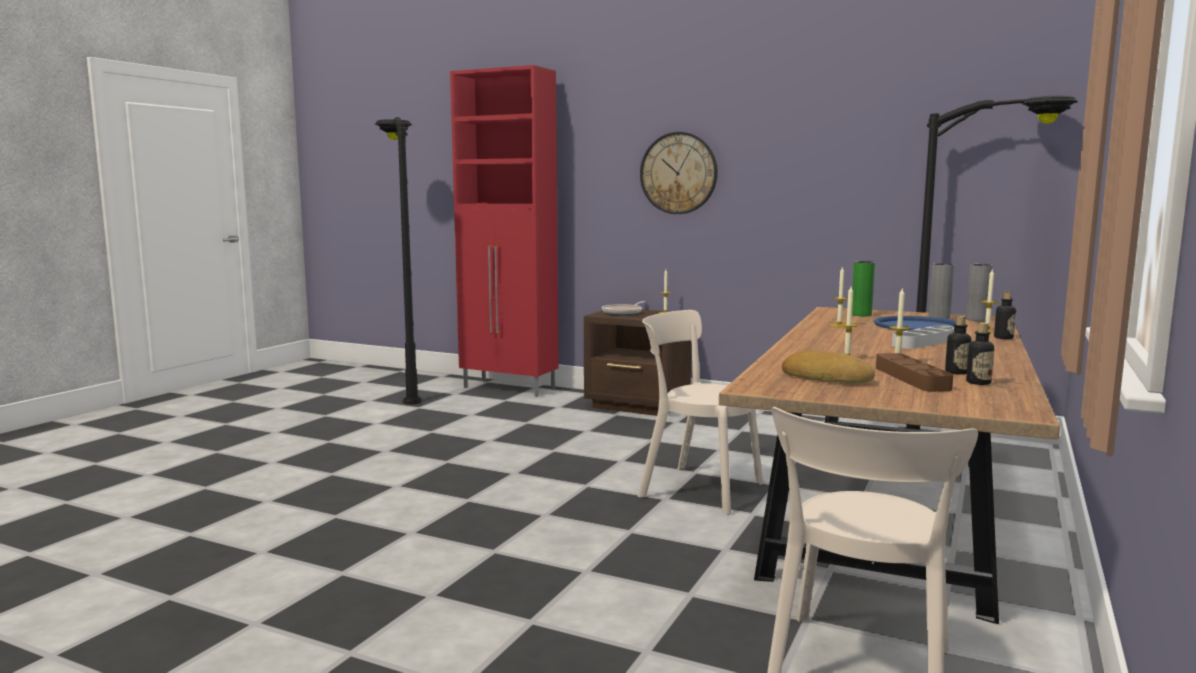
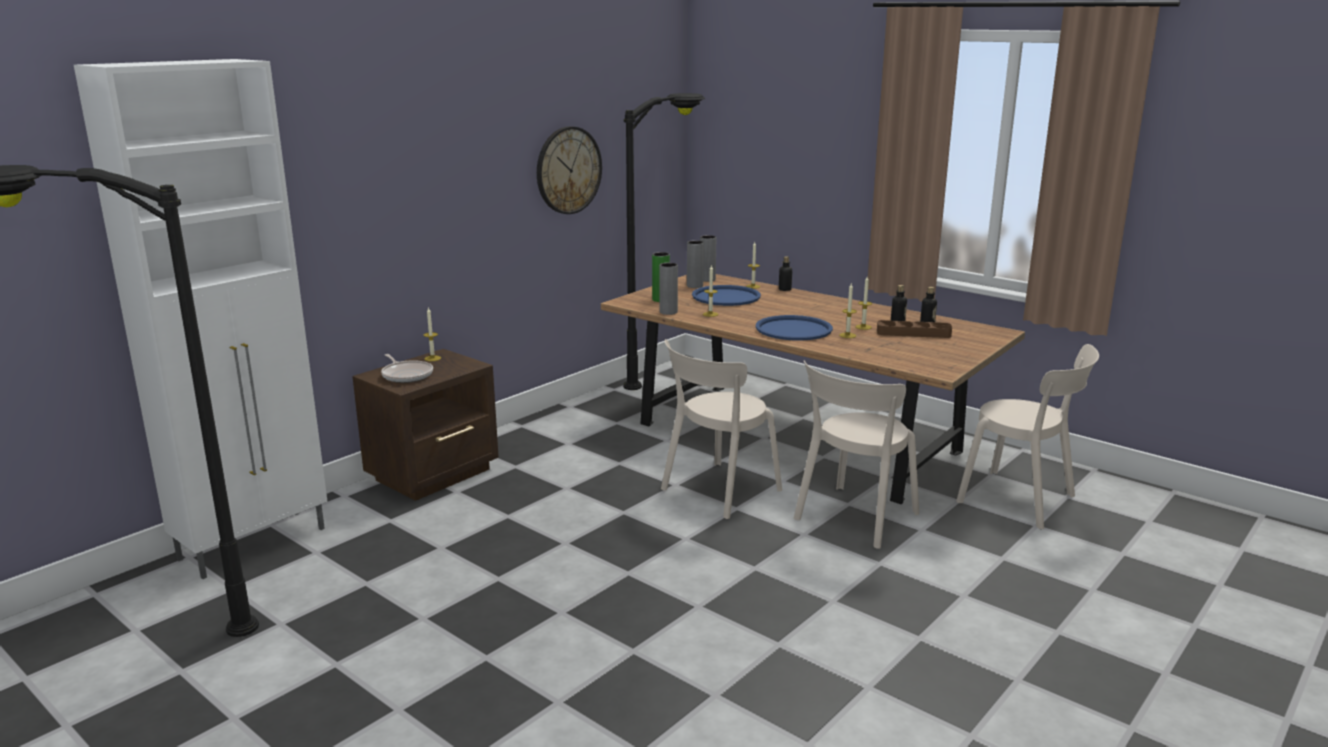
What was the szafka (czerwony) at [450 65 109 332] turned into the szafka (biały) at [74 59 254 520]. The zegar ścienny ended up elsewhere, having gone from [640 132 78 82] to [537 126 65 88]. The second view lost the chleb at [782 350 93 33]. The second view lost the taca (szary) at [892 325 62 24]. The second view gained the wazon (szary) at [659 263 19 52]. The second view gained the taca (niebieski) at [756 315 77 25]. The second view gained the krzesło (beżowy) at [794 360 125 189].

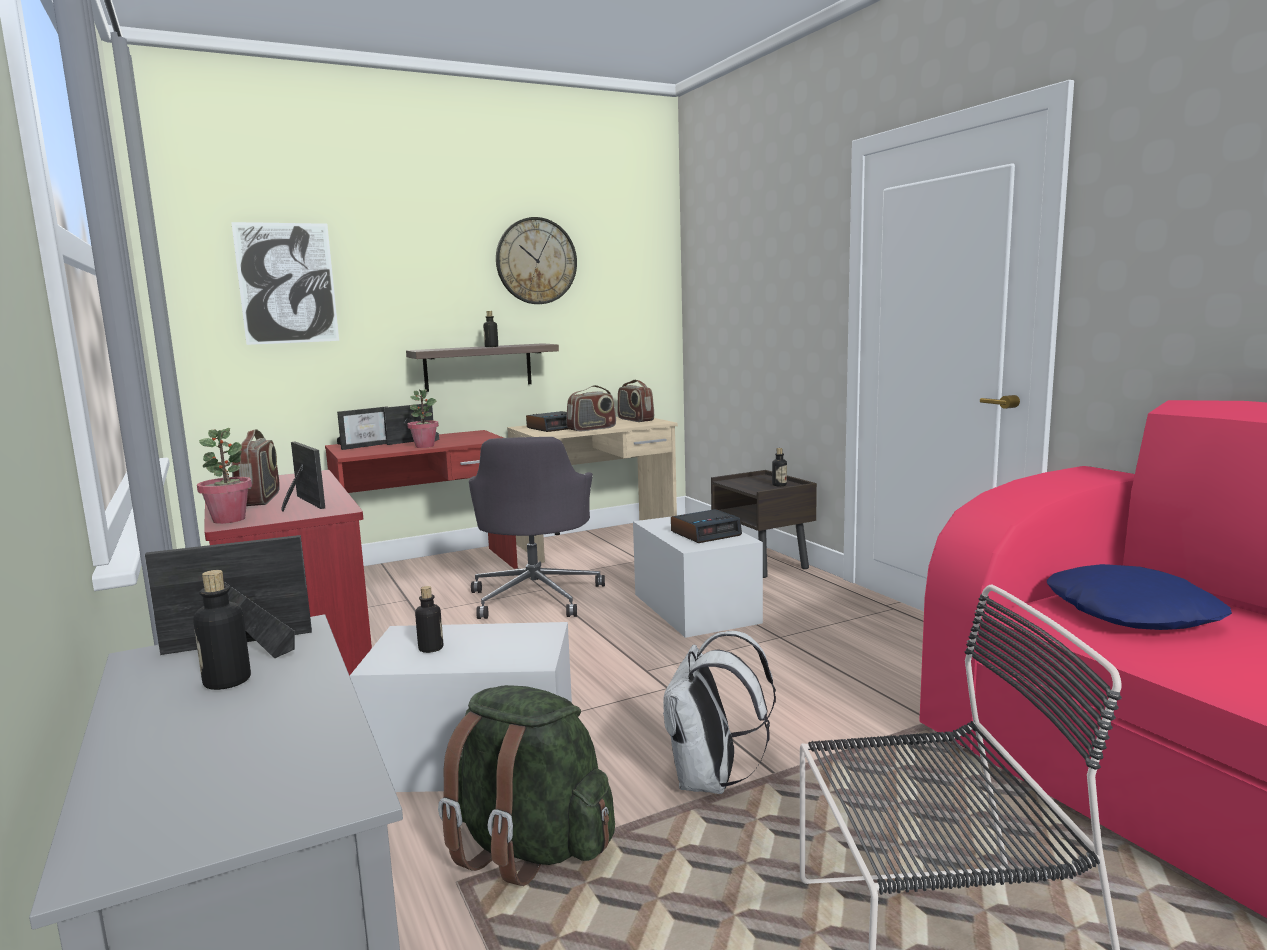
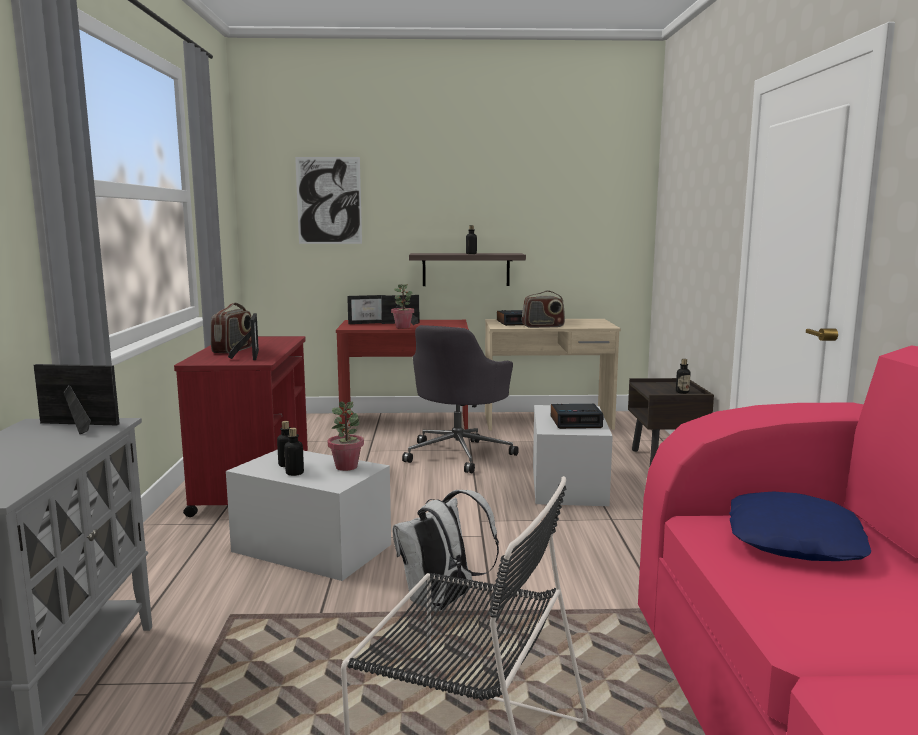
The butelka ended up elsewhere, having gone from [194 570 57 120] to [284 428 20 48]. The roślina doniczkowa ended up elsewhere, having gone from [197 428 55 96] to [328 402 36 69]. The second view lost the plecak (zielony) at [438 685 177 201]. The second view lost the zegar ścienny at [496 217 81 87]. The second view lost the radio at [617 380 37 42].

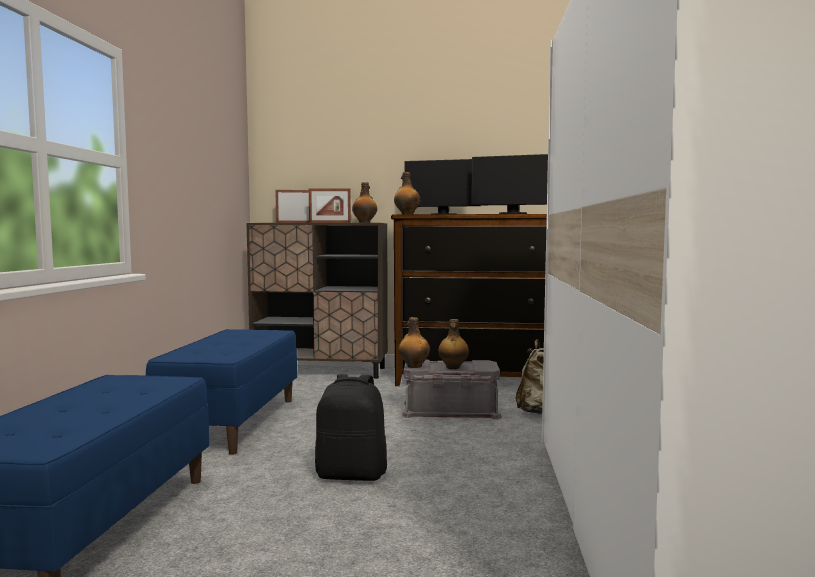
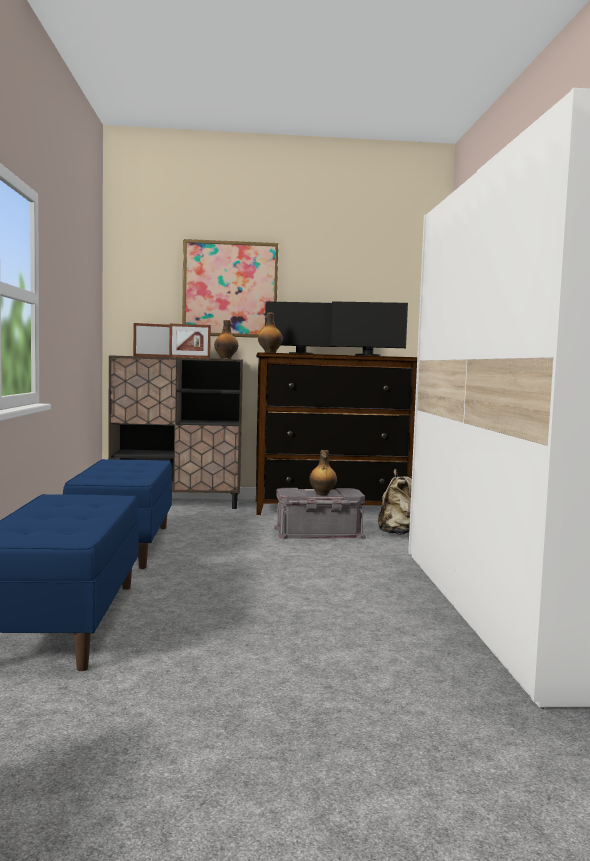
The second view lost the plecak (czarny) at [315 374 72 107]. The second view lost the butelka at [399 317 31 51]. The second view gained the obraz at [182 239 97 99].

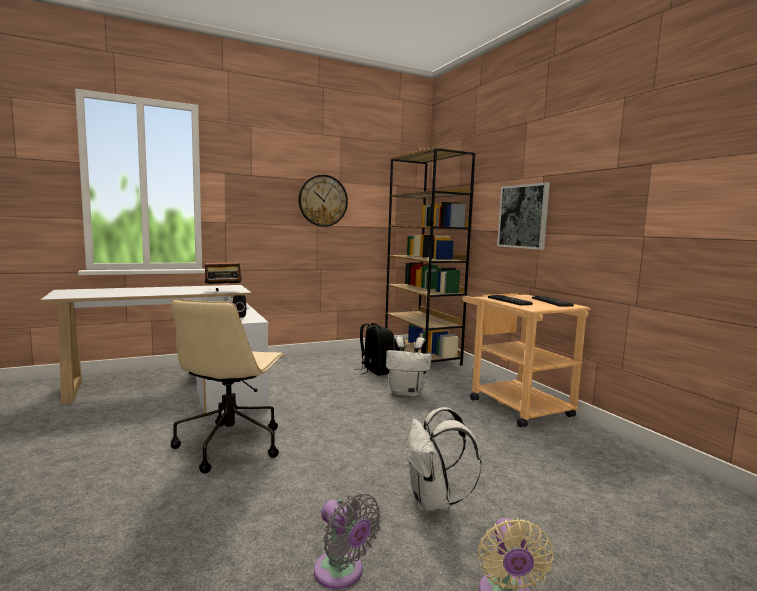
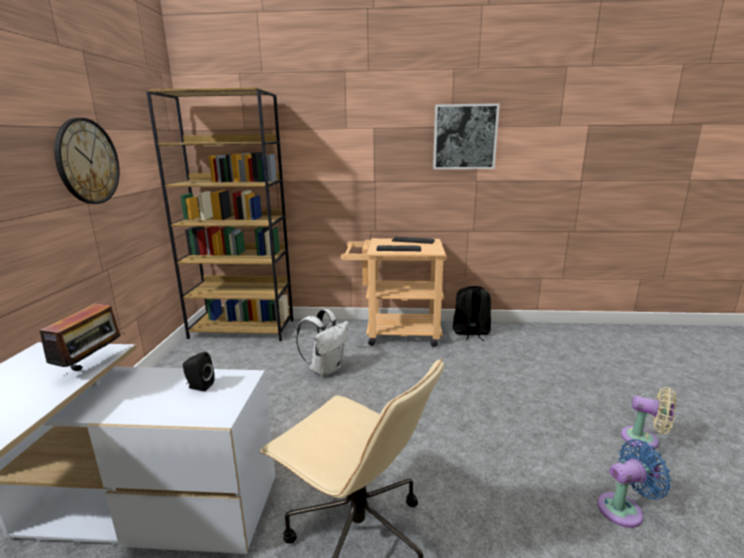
What was the wentylator (szary) at [314 493 68 96] turned into the wentylator (niebieski) at [597 439 75 89]. The plecak (czarny) ended up elsewhere, having gone from [354 323 40 53] to [453 286 38 55]. The second view lost the plecak (biały) at [406 407 75 105]. The obraz ended up elsewhere, having gone from [497 182 53 68] to [433 103 67 66].

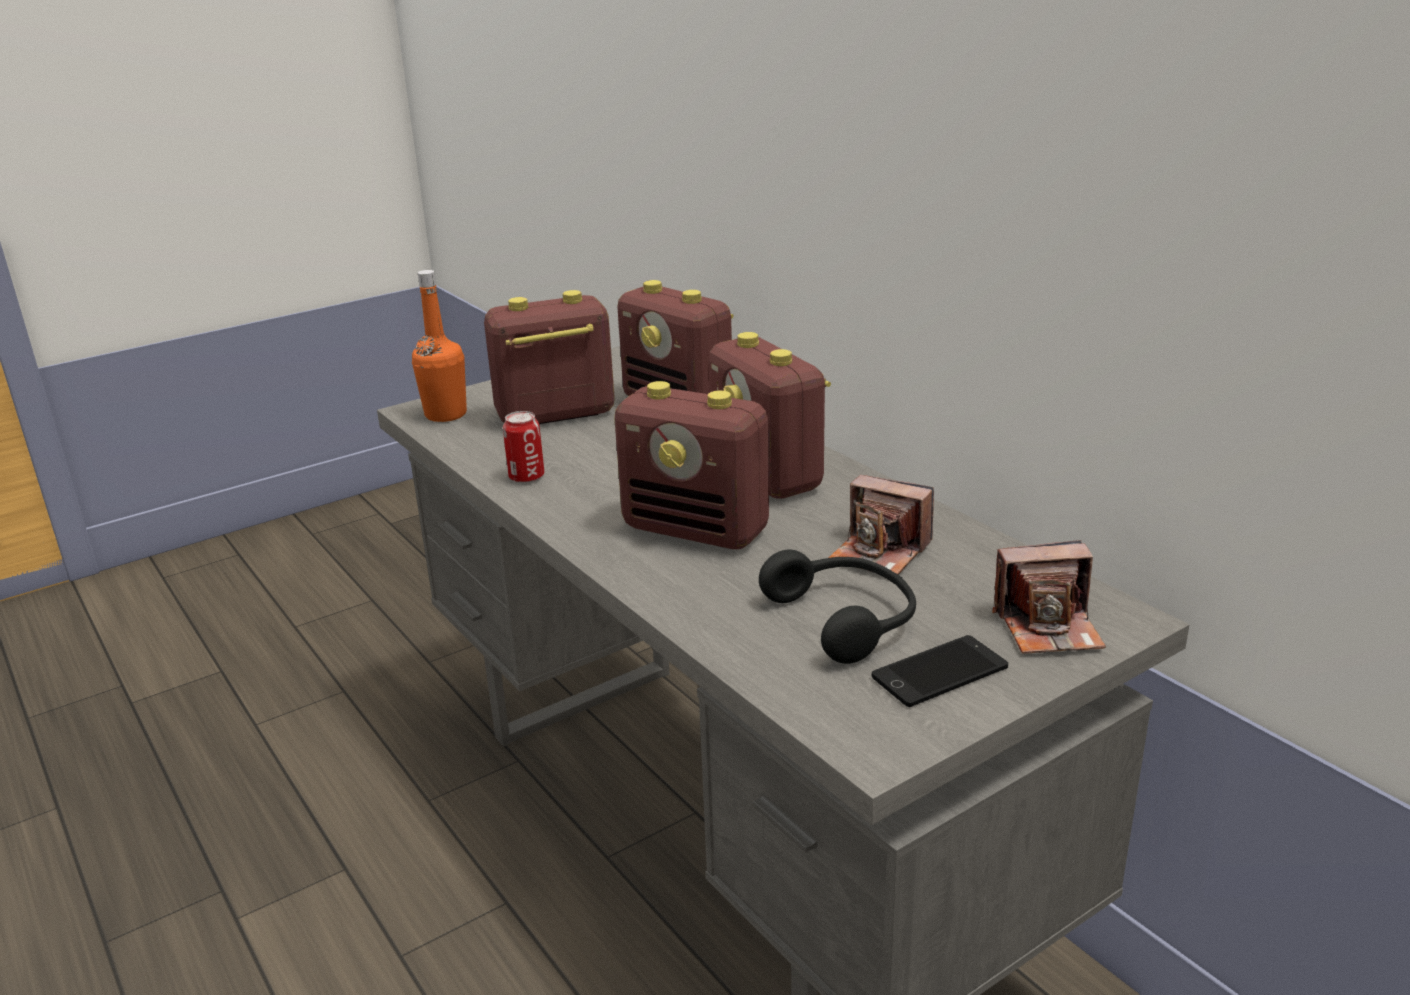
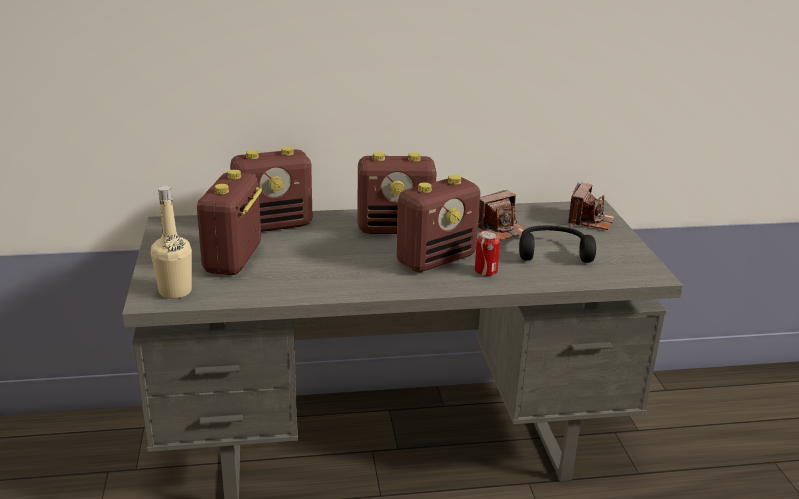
What was the butelka (pomarańczowy) at [412 270 55 152] turned into the butelka (beżowy) at [151 186 41 113]. The puszka ended up elsewhere, having gone from [503 411 41 72] to [475 230 25 46]. The second view lost the telefon at [872 635 136 72].

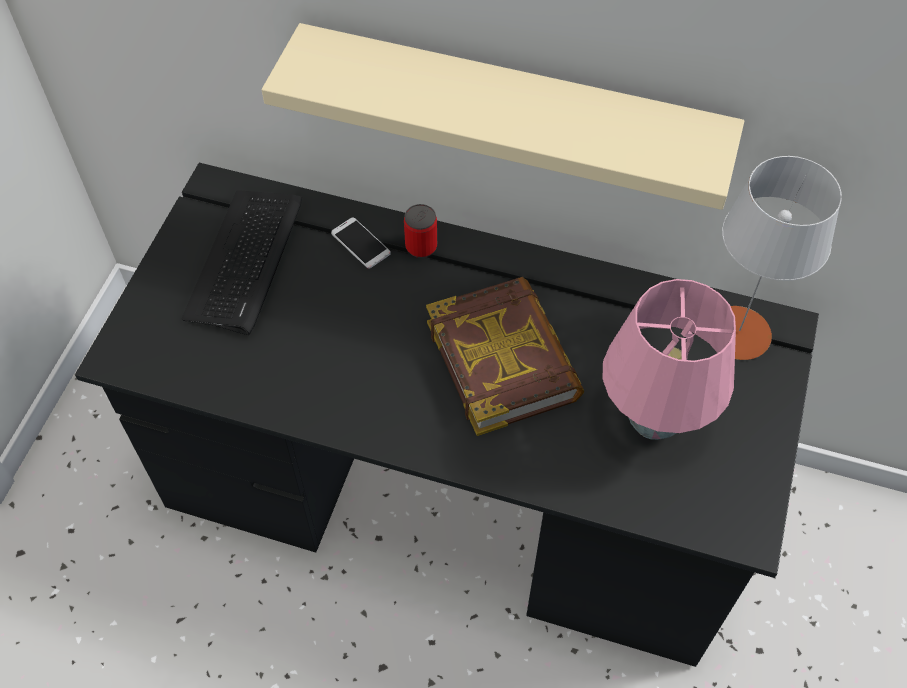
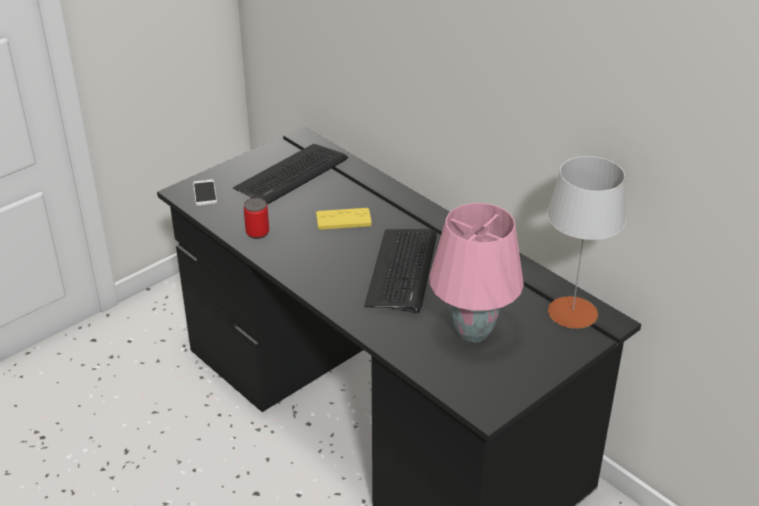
The second view lost the półka (beżowy) at [262 23 482 187]. The telefon ended up elsewhere, having gone from [331 217 60 51] to [193 179 24 27]. The puszka ended up elsewhere, having gone from [404 204 33 54] to [244 198 25 41]. Where the książka stood at [426 277 158 159], the klawiatura came to stand at [364 229 73 84]. The second view gained the pad do gier (żółty) at [316 208 56 22].

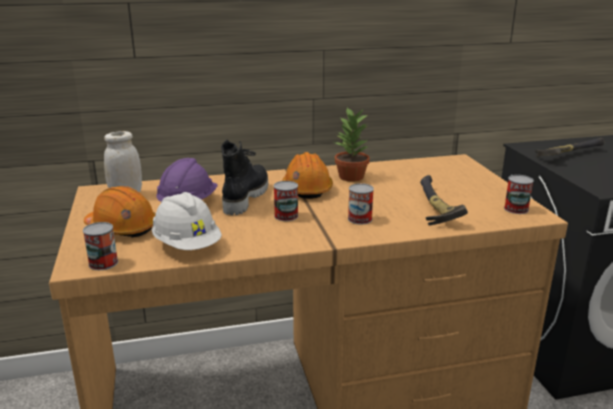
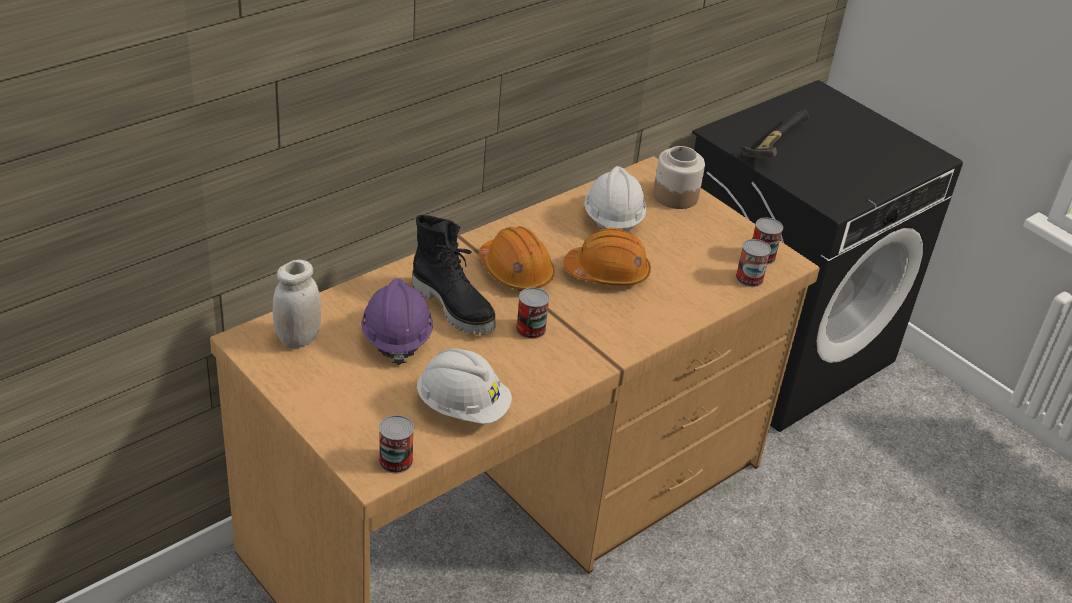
The kask (pomarańczowy) ended up elsewhere, having gone from [84 186 72 52] to [564 228 87 58]. The but z cholewką (czarny) at [221 139 47 76] ended up facing another way, 150 degrees clockwise from before. The second view lost the roślina doniczkowa at [334 108 36 74]. The puszka ended up elsewhere, having gone from [348 183 26 42] to [736 239 35 48]. The second view lost the młotek at [420 175 48 51]. The second view gained the kask (biały) at [584 166 62 66]. The second view gained the słoik at [653 146 52 63].

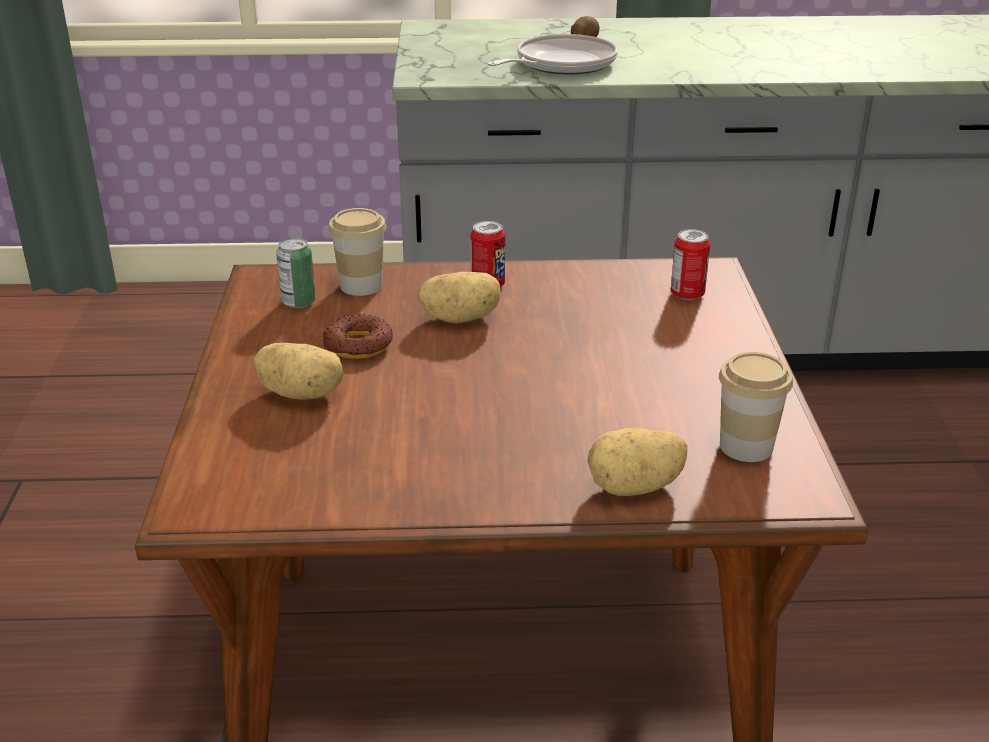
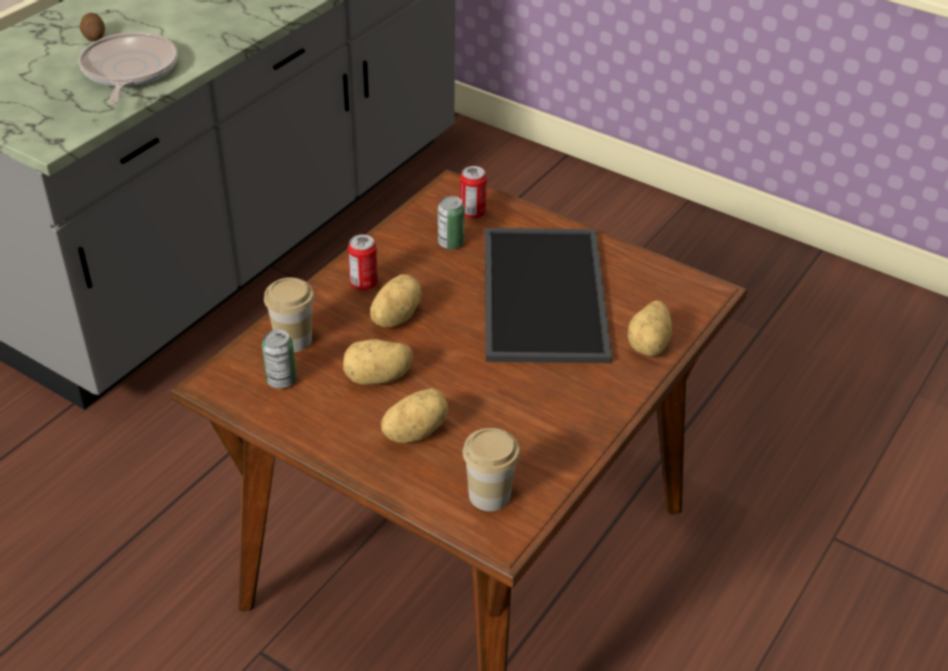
Where the donut stood at [323 314 70 45], the ziemniak came to stand at [343 339 70 46]. The filiżanka ended up elsewhere, having gone from [719 352 74 110] to [463 428 57 83]. The second view gained the puszka at [438 196 27 53]. The second view gained the taca at [485 228 127 135].

